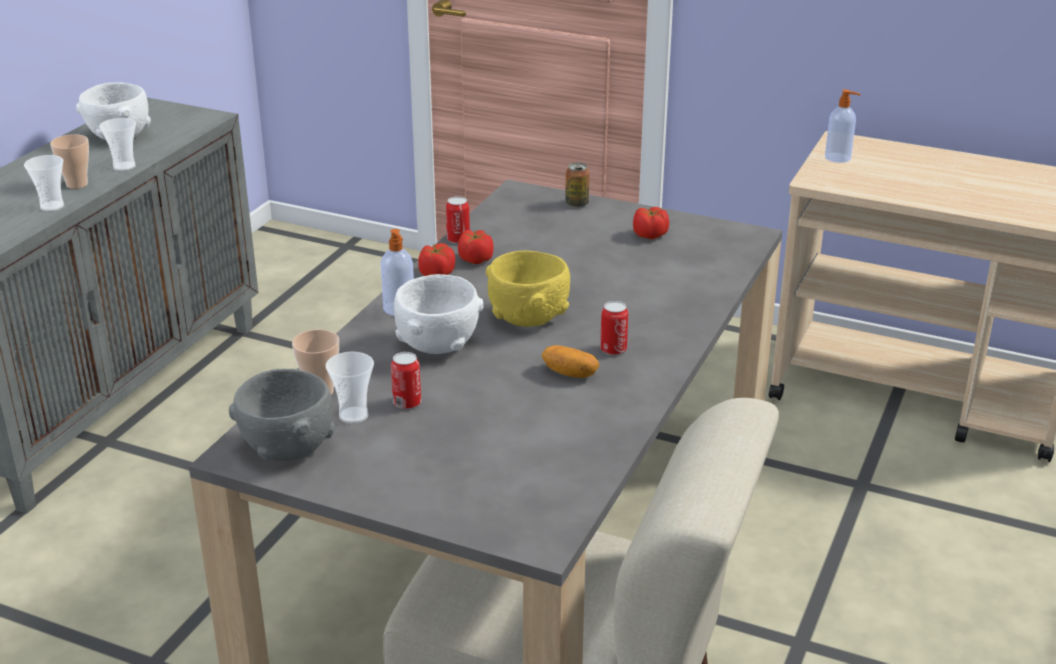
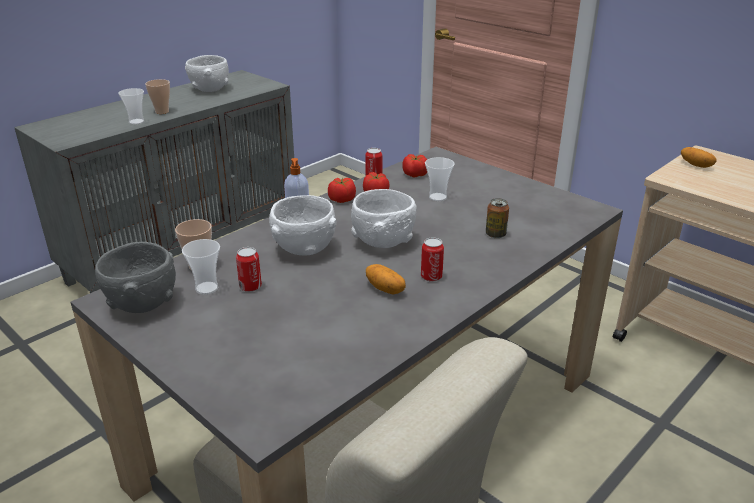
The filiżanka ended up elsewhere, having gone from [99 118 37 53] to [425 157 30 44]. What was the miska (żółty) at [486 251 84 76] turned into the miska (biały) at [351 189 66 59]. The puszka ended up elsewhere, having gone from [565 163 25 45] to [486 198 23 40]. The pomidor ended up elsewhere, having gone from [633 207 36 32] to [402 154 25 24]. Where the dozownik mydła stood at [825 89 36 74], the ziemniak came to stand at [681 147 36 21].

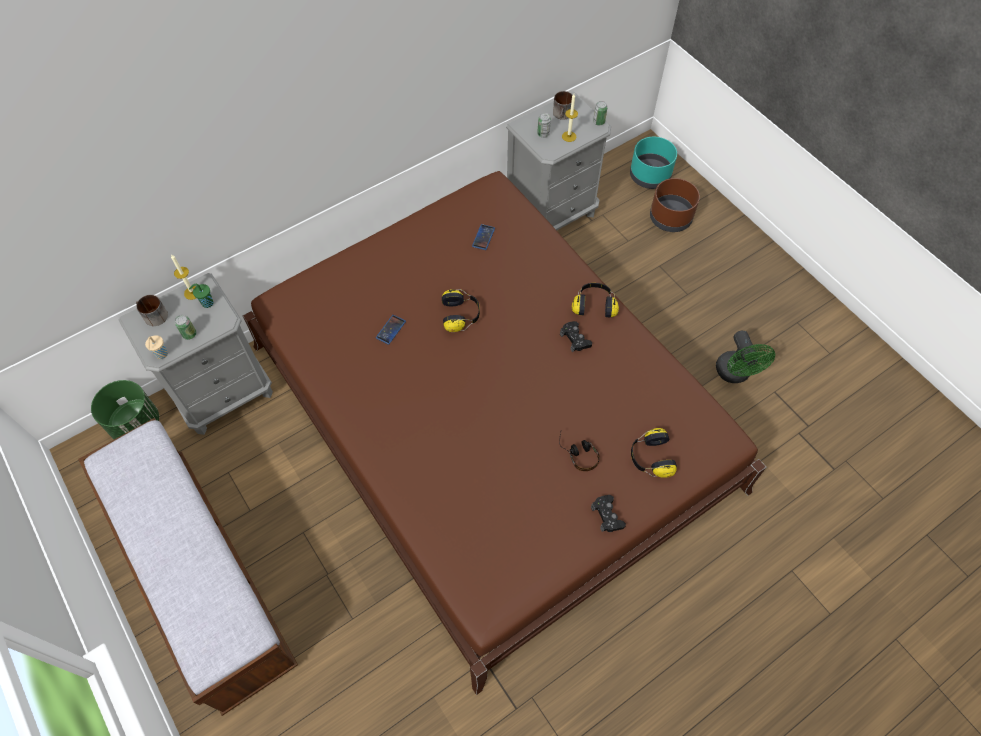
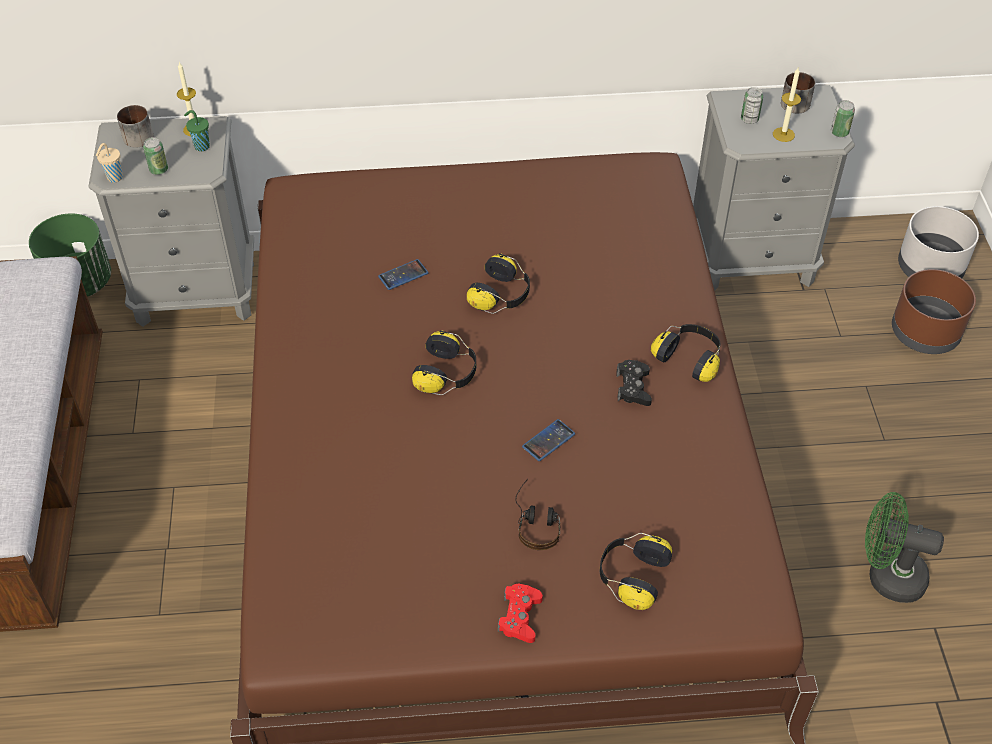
The telefon ended up elsewhere, having gone from [472 224 23 26] to [522 419 53 42]. What was the pad do gier (czarny) at [591 495 35 37] turned into the pad do gier (czerwony) at [498 584 45 59]. What was the donica (turkusowy) at [630 137 47 52] turned into the donica (szary) at [898 206 81 72]. The wentylator (zielony) at [716 331 59 52] ended up facing another way, 90 degrees clockwise from before. The second view gained the słuchawki at [412 330 64 65].

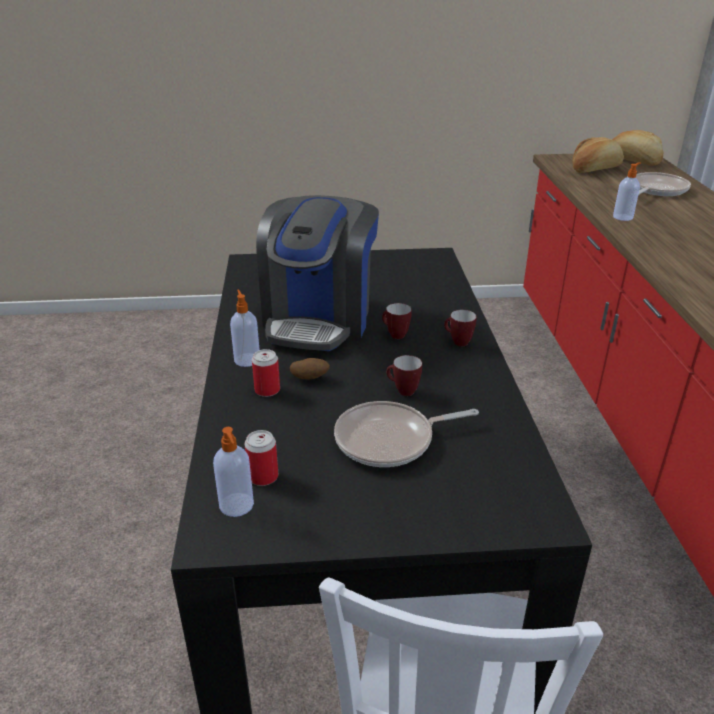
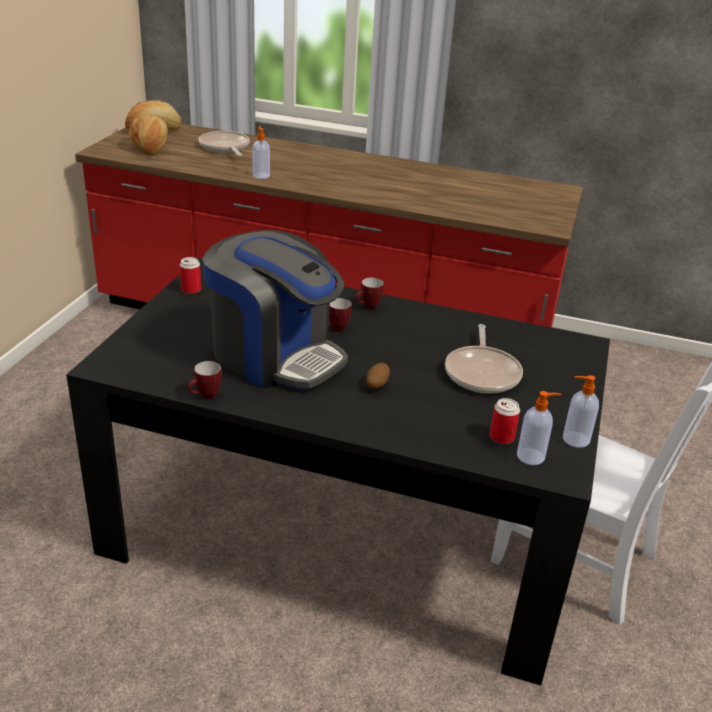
The dozownik mydła ended up elsewhere, having gone from [230 289 30 78] to [563 375 36 73]. The puszka ended up elsewhere, having gone from [252 349 28 48] to [180 257 21 37]. The kubek ended up elsewhere, having gone from [386 355 36 41] to [188 361 34 38].

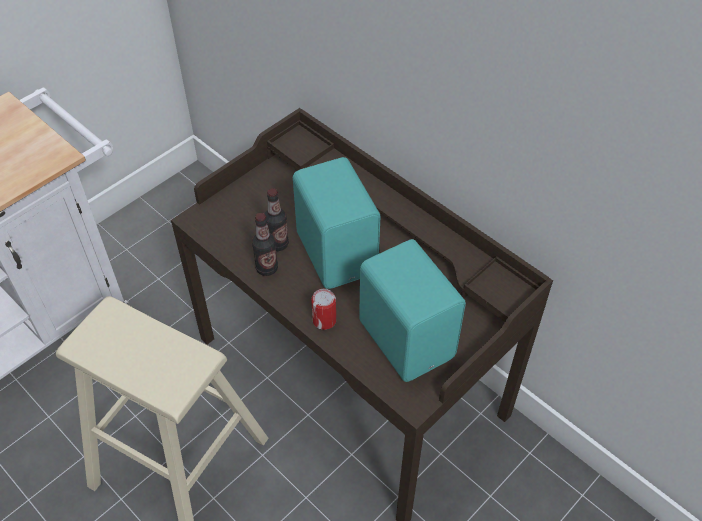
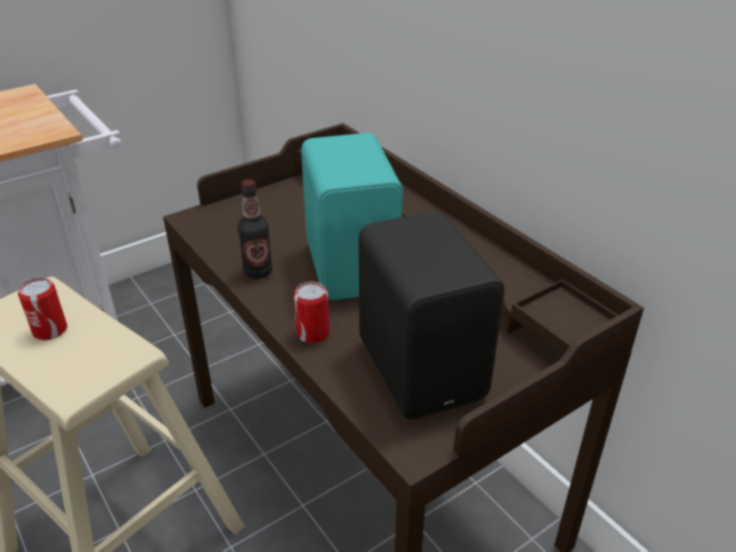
The second view lost the butelka at [265 188 24 63]. What was the głośnik (turkusowy) at [359 239 107 143] turned into the głośnik (czarny) at [358 211 146 208]. The second view gained the puszka at [18 278 49 62].

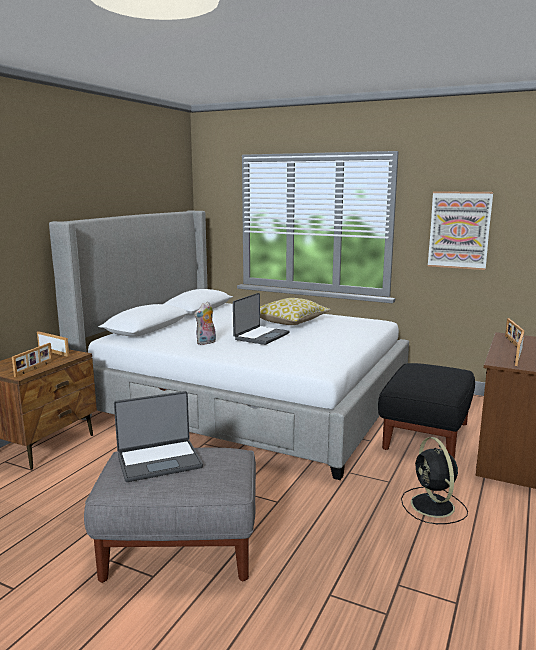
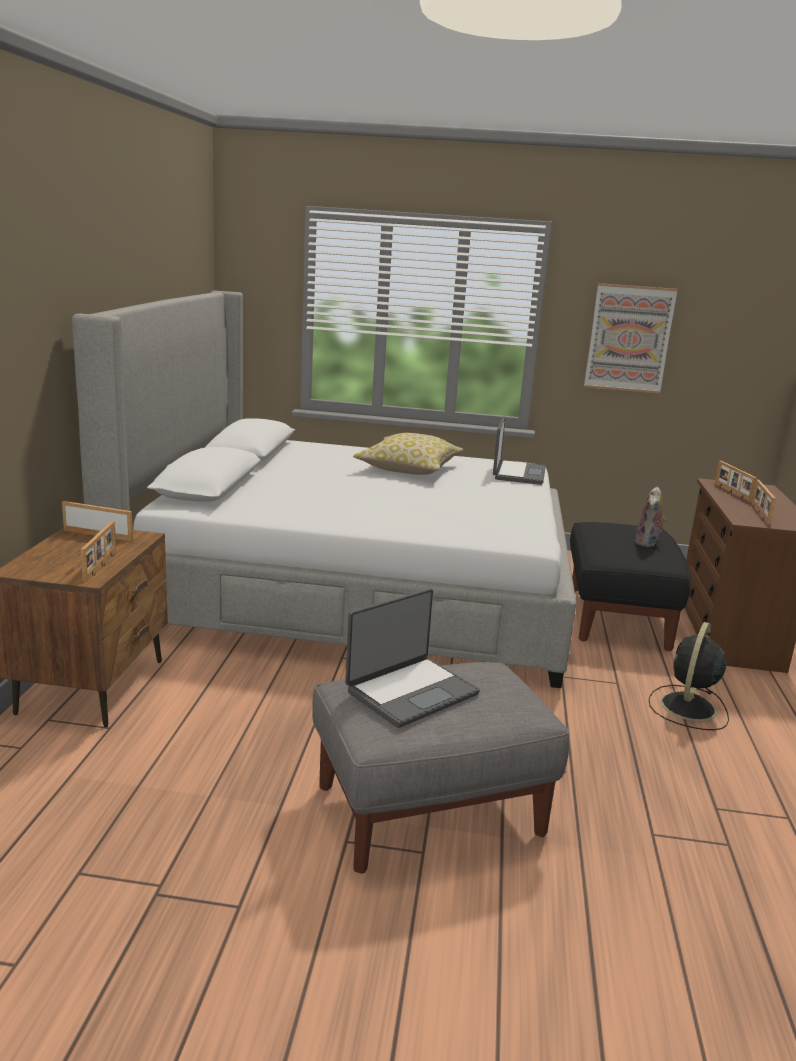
The pluszak ended up elsewhere, having gone from [194 302 22 43] to [635 486 31 61]. The laptop ended up elsewhere, having gone from [233 293 57 52] to [493 416 53 69]. The wentylator (czarny) at [401 437 67 87] ended up facing another way, 60 degrees clockwise from before.

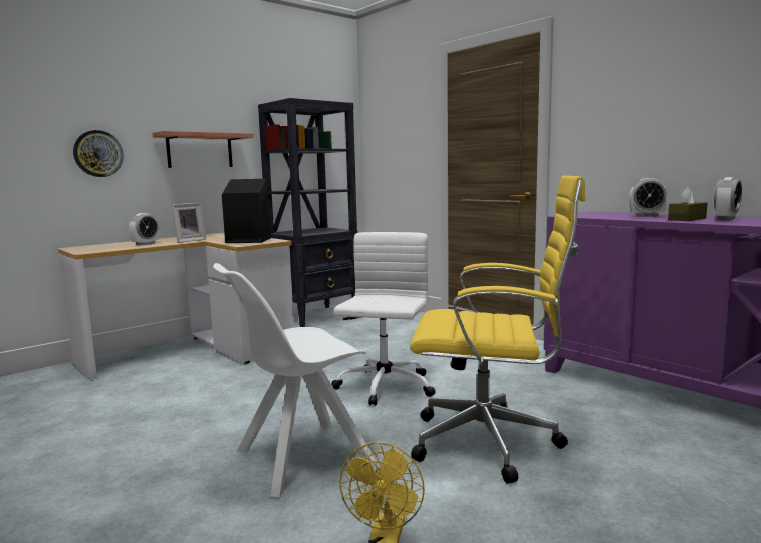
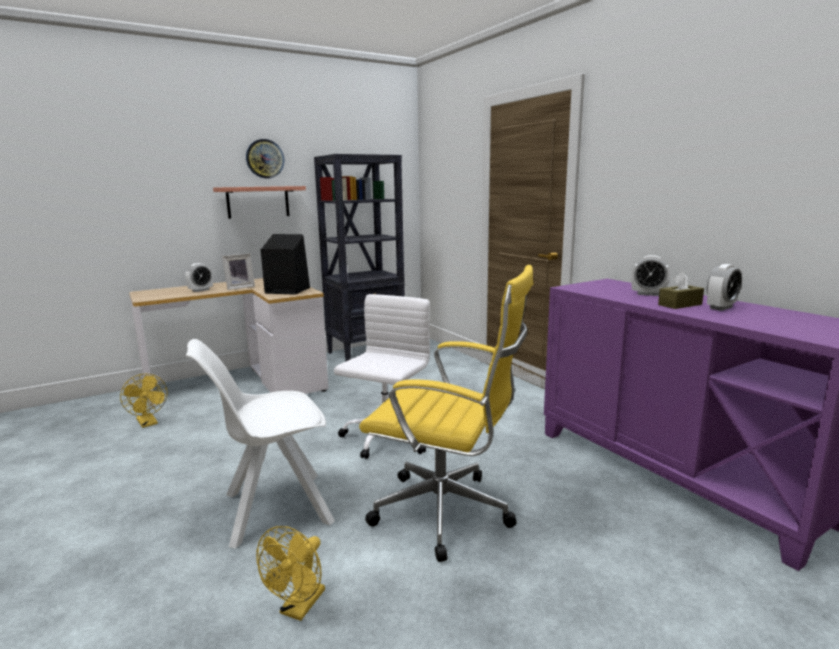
The zegar ścienny ended up elsewhere, having gone from [73 130 51 47] to [246 139 38 39]. The second view gained the wentylator (żółty) at [120 374 48 54].

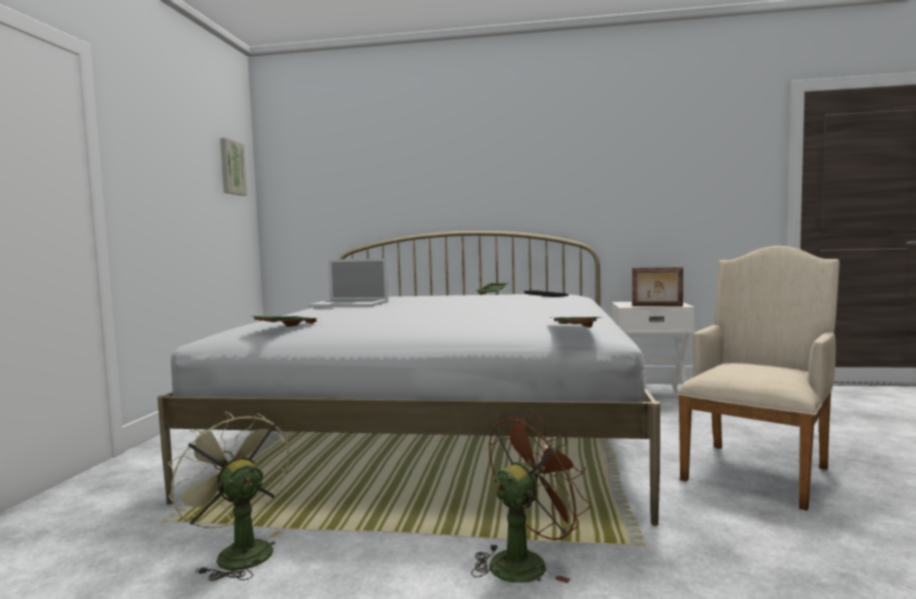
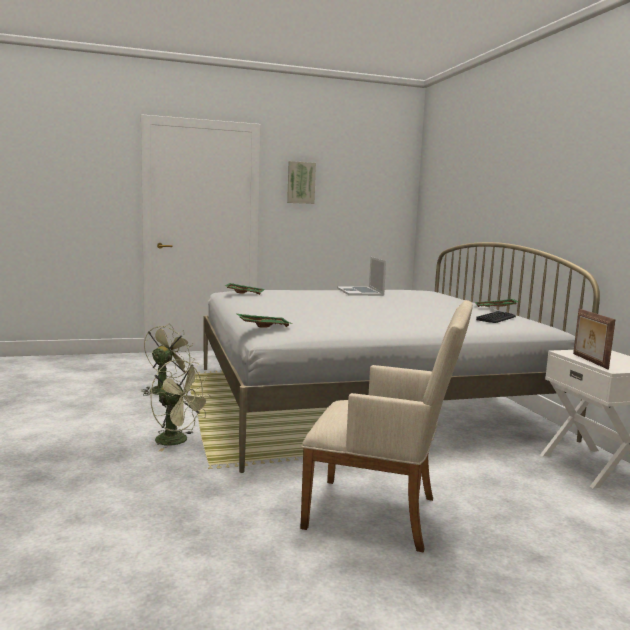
The obraz ended up elsewhere, having gone from [220 138 27 58] to [287 161 29 43]. What was the wentylator (brązowy) at [471 413 120 170] turned into the wentylator (zielony) at [150 359 61 92].

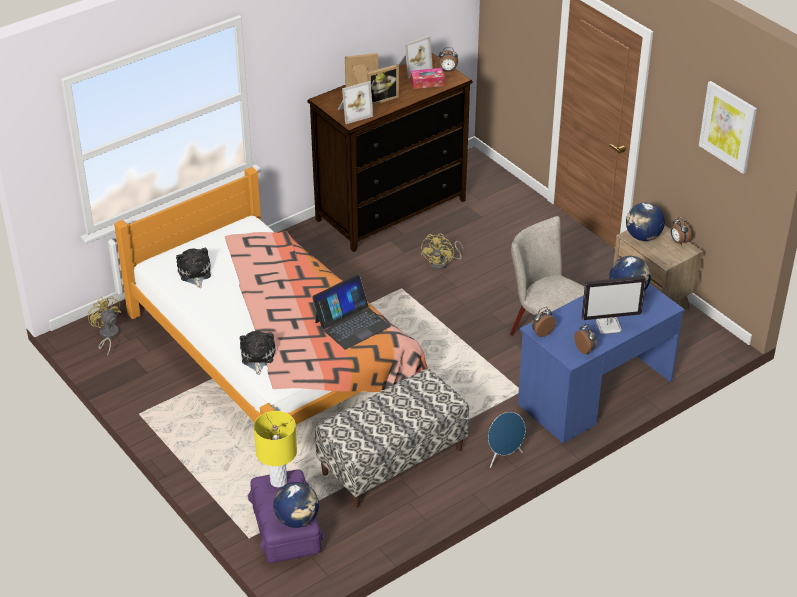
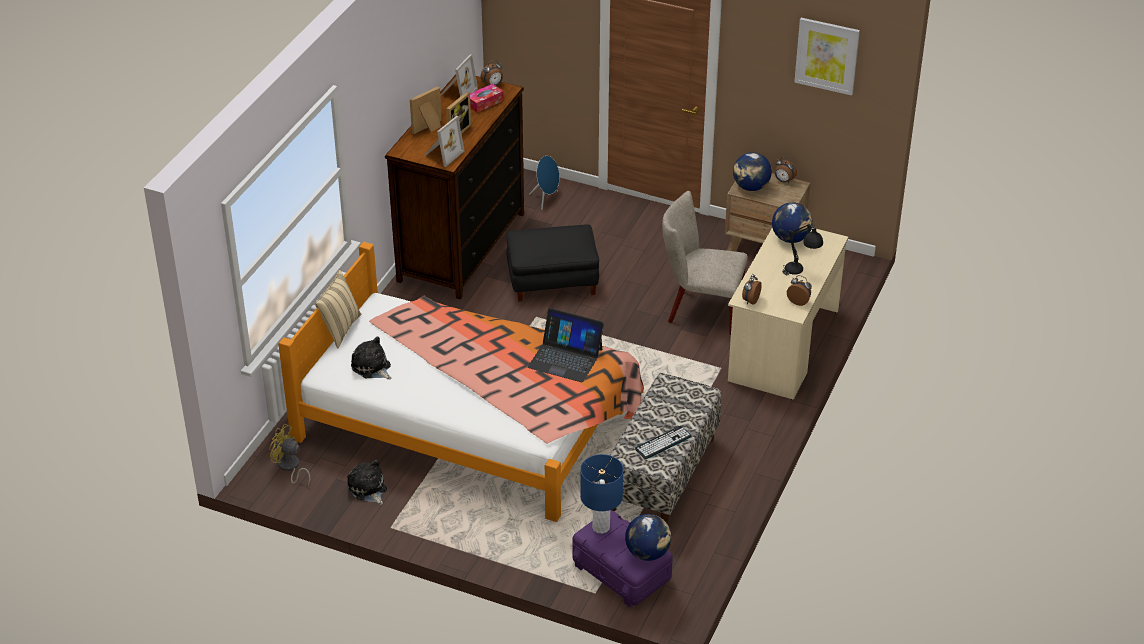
The pluszak ended up elsewhere, having gone from [240 331 35 44] to [347 459 40 46]. What was the lampa stołowa (żółty) at [254 411 43 76] turned into the lampa stołowa (niebieski) at [580 454 43 80]. The laptop at [312 274 79 76] ended up facing another way, 90 degrees clockwise from before. Where the wentylator (żółty) stood at [421 234 43 36], the pufa (czarny) came to stand at [507 224 92 78]. The głośnik (niebieski) ended up elsewhere, having gone from [488 412 37 56] to [529 156 30 54]. What was the biurko (niebieski) at [518 284 167 159] turned into the biurko (beżowy) at [728 227 121 173]. Where the monitor stood at [582 276 64 58], the lampa stołowa (czarny) came to stand at [782 223 41 52]. The second view gained the poduszka (beżowy) at [315 270 46 78]. The second view gained the klawiatura at [635 426 56 33].

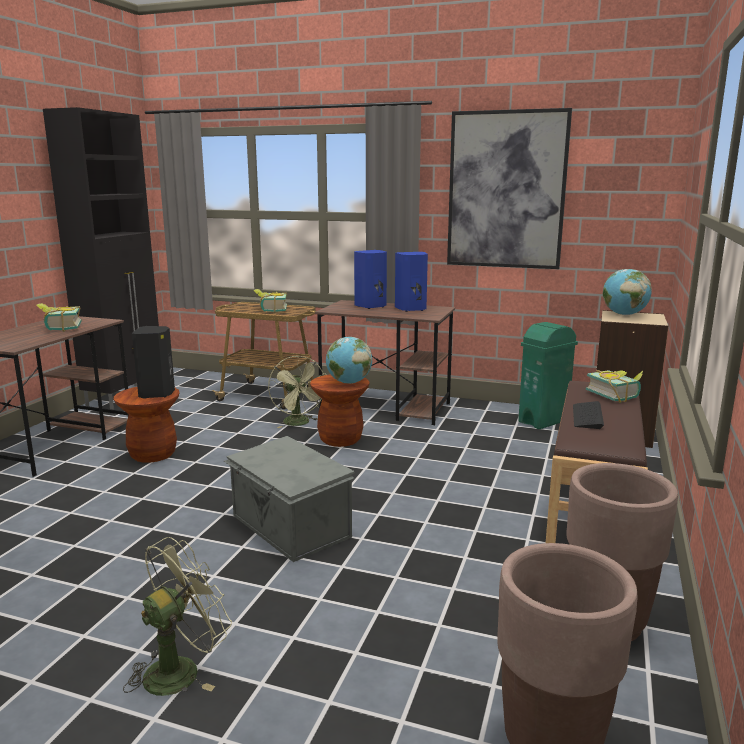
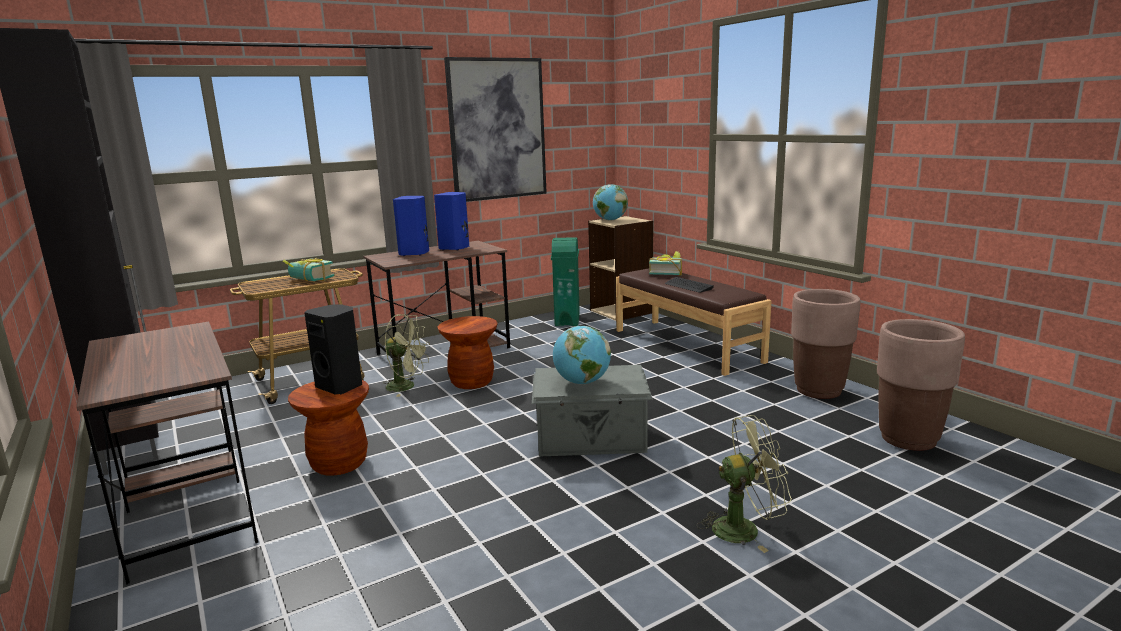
The second view lost the książka at [36 303 46 29]. The wentylator (zielony) at [123 537 109 159] ended up facing another way, 90 degrees clockwise from before. The globus ended up elsewhere, having gone from [326 337 46 47] to [553 326 58 58].

